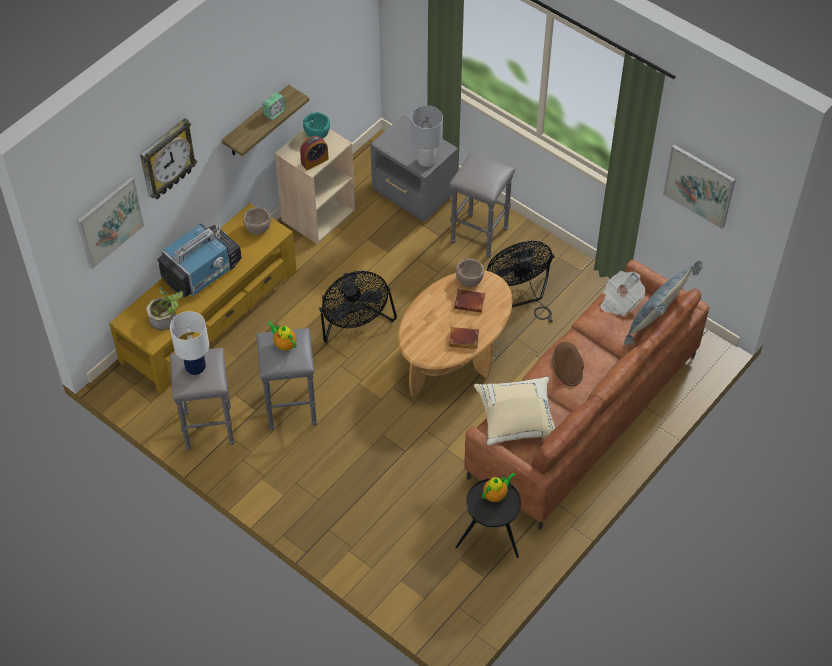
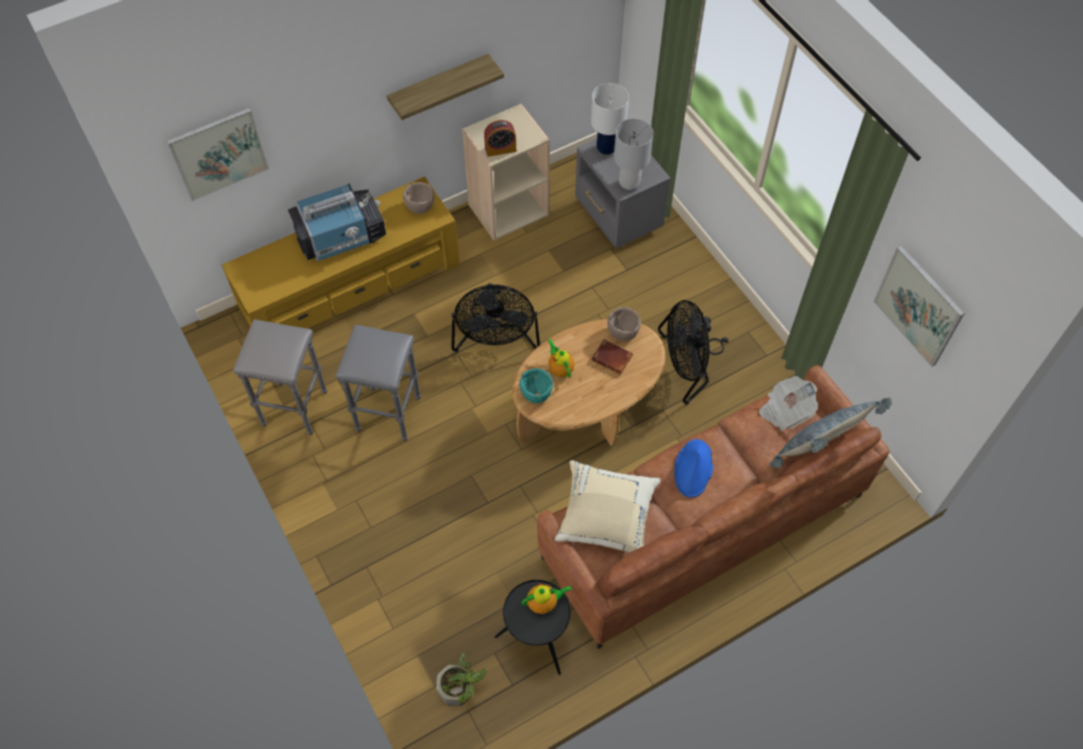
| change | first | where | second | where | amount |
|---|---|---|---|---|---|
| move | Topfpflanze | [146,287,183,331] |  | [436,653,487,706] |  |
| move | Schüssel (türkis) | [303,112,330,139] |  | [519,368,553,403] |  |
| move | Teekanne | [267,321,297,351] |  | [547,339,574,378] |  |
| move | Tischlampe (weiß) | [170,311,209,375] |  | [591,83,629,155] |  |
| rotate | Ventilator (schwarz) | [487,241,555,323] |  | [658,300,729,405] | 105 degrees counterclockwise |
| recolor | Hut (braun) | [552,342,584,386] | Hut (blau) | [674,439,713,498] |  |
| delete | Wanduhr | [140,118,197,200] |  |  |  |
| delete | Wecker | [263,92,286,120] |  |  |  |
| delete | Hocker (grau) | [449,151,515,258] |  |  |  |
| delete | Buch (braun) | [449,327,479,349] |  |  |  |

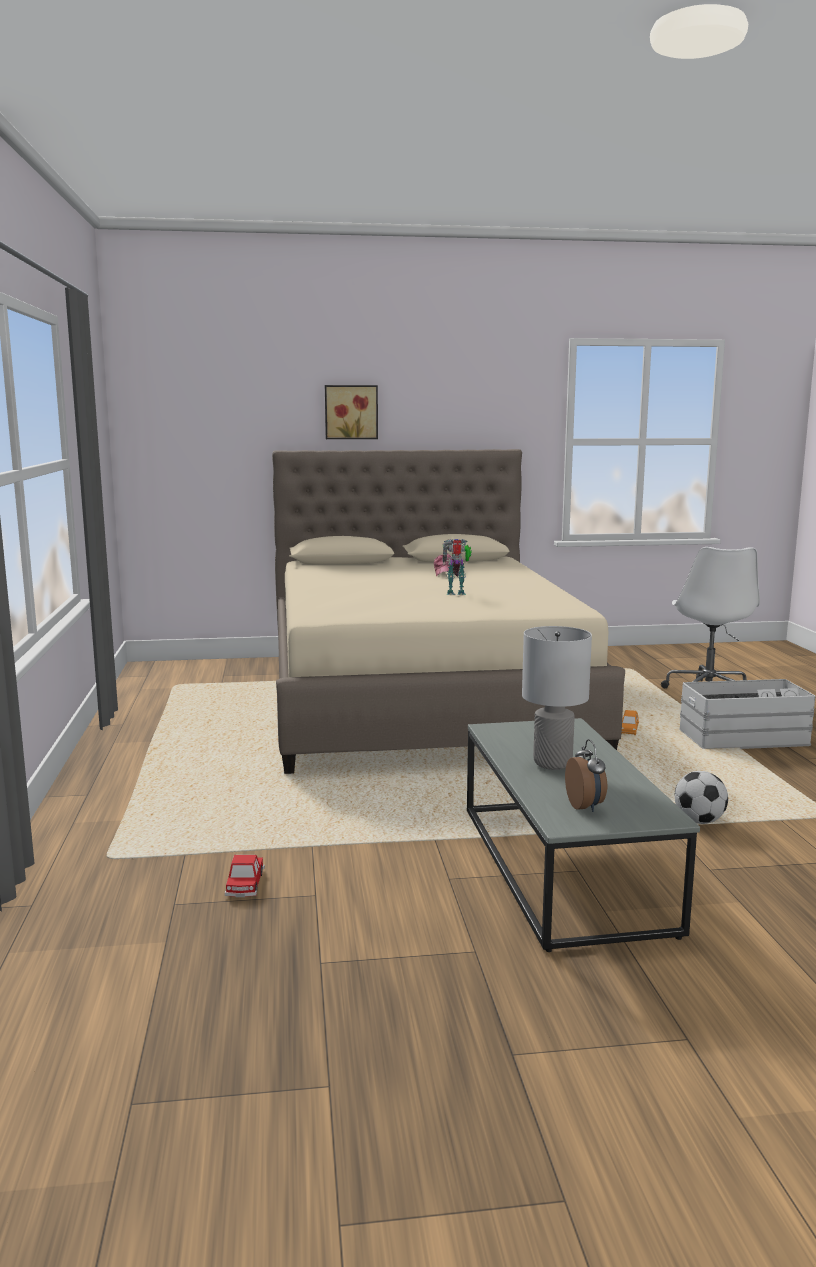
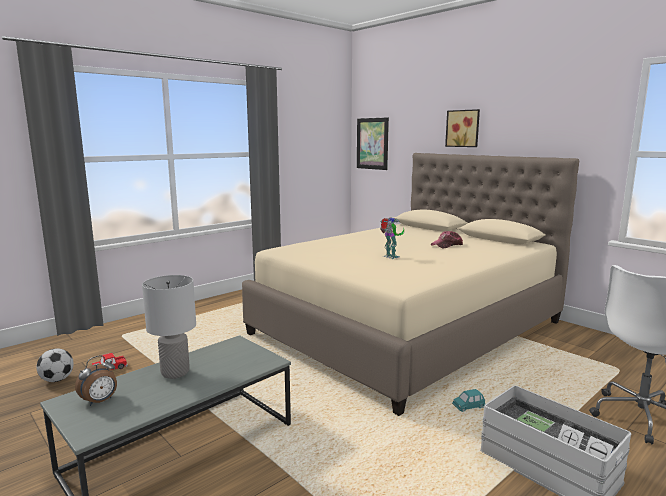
| change | first | where | second | where | amount |
|---|---|---|---|---|---|
| move | Fußball | [674,771,728,824] |  | [37,348,73,382] |  |
| insert |  |  | Bild | [357,117,389,170] |  |
| recolor | Spielzeugauto (orange) | [621,710,639,735] | Spielzeugauto (türkis) | [452,389,485,412] |  |

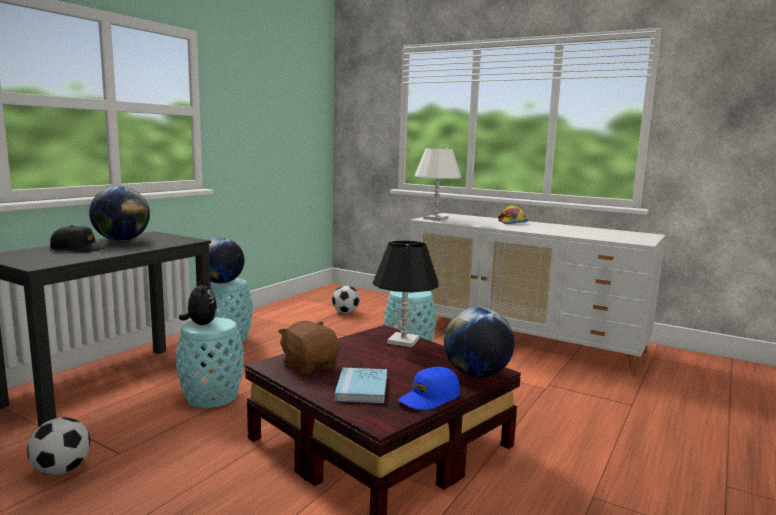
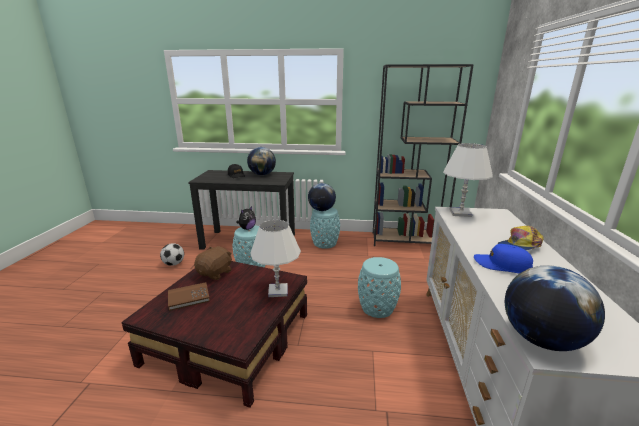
| change | first | where | second | where | amount |
|---|---|---|---|---|---|
| recolor | Buch (blau) | [335,368,387,403] | Buch (braun) | [168,282,210,311] |  |
| recolor | Tischlampe (schwarz) | [373,241,438,347] | Tischlampe (weiß) | [250,220,301,297] |  |
| insert |  |  | Bücherregal | [373,64,474,246] |  |
| move | Kappe (blau) | [398,367,460,410] |  | [474,244,533,274] |  |
| move | Globus | [444,307,514,378] |  | [505,265,605,351] |  |
| delete | Fußball | [332,286,360,313] |  |  |  |

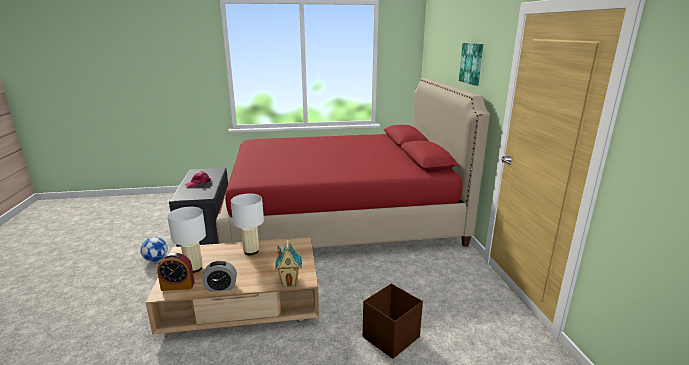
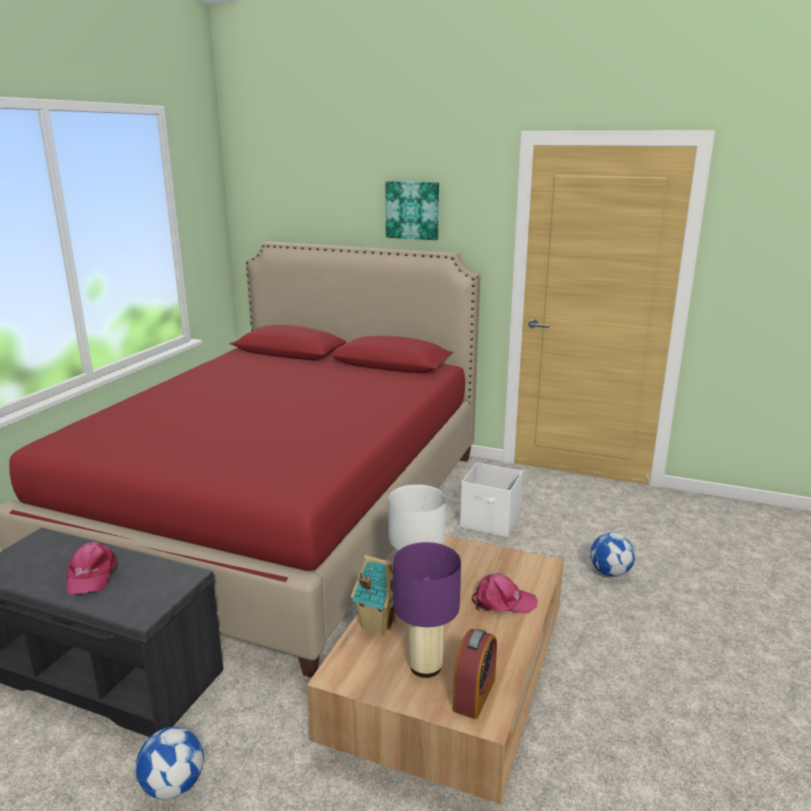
| change | first | where | second | where | amount |
|---|---|---|---|---|---|
| move | Spielzeughaus | [275,240,302,287] |  | [351,555,396,635] |  |
| recolor | Tischlampe (weiß) | [167,207,206,273] | Tischlampe (lila) | [393,542,461,678] |  |
| insert |  |  | Aufbewahrungsbox (weiß) | [460,463,523,538] |  |
| insert |  |  | Kappe (rosa) | [472,573,538,613] |  |
| replace | Aufbewahrungsbox (braun) | [363,283,423,359] | Fußball | [590,533,635,577] |  |
| delete | Wecker | [202,261,237,292] |  |  |  |

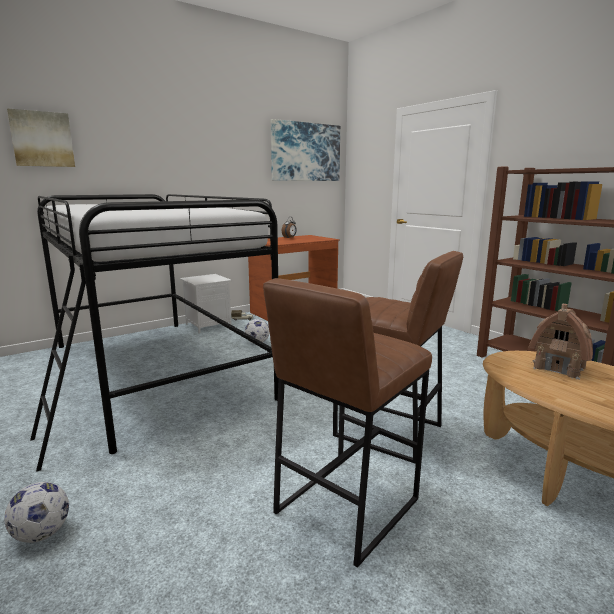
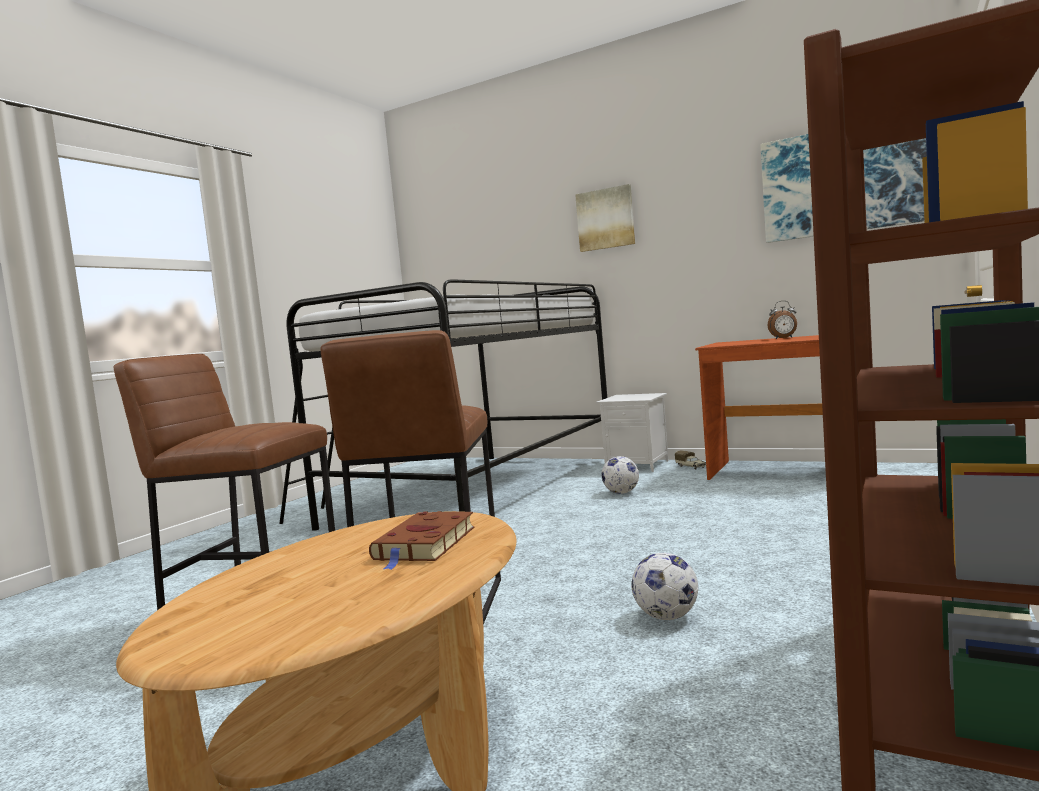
| change | first | where | second | where | amount |
|---|---|---|---|---|---|
| replace | Spielzeughaus | [528,304,593,380] | Buch (braun) | [369,511,475,570] |  |
| move | Bild | [7,108,75,167] |  | [575,184,635,252] |  |
| move | Fußball | [4,482,69,543] |  | [631,553,698,620] |  |

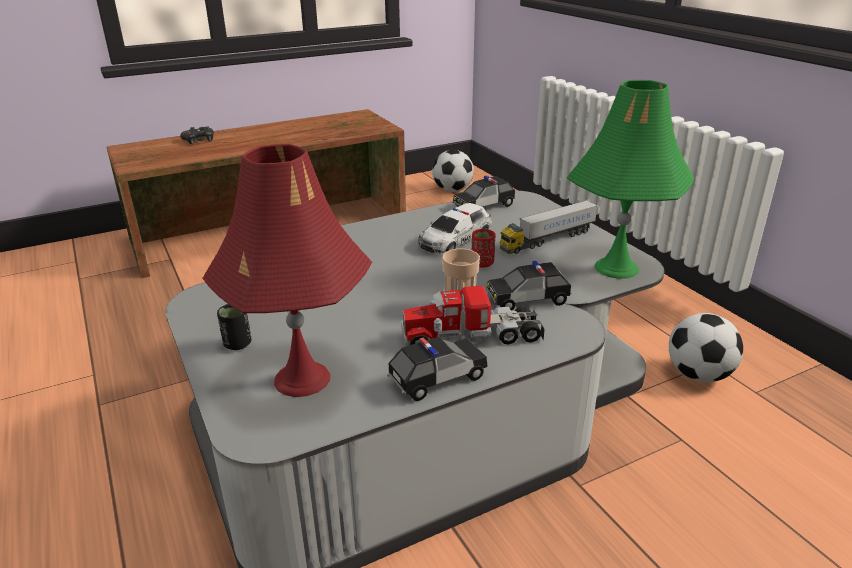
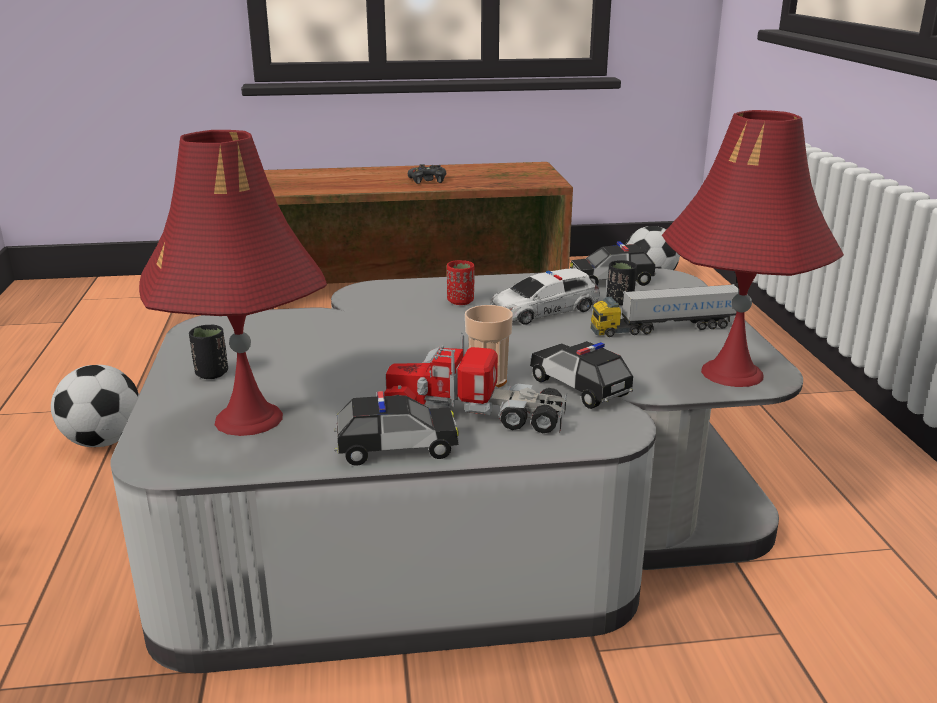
| change | first | where | second | where | amount |
|---|---|---|---|---|---|
| move | Fußball | [669,313,743,383] |  | [51,365,139,447] |  |
| move | Gamepad (schwarz) | [180,126,214,144] |  | [408,164,446,184] |  |
| move | Tasse (rot) | [472,229,496,268] |  | [447,260,474,305] |  |
| rotate | Spielzeugauto | [486,261,572,310] |  | [530,341,633,409] | 45 degrees clockwise |
| insert |  |  | Tasse (schwarz) | [607,260,637,305] |  |
| recolor | Tischlampe (grün) | [567,80,694,279] | Tischlampe (rot) | [662,110,844,387] |  |

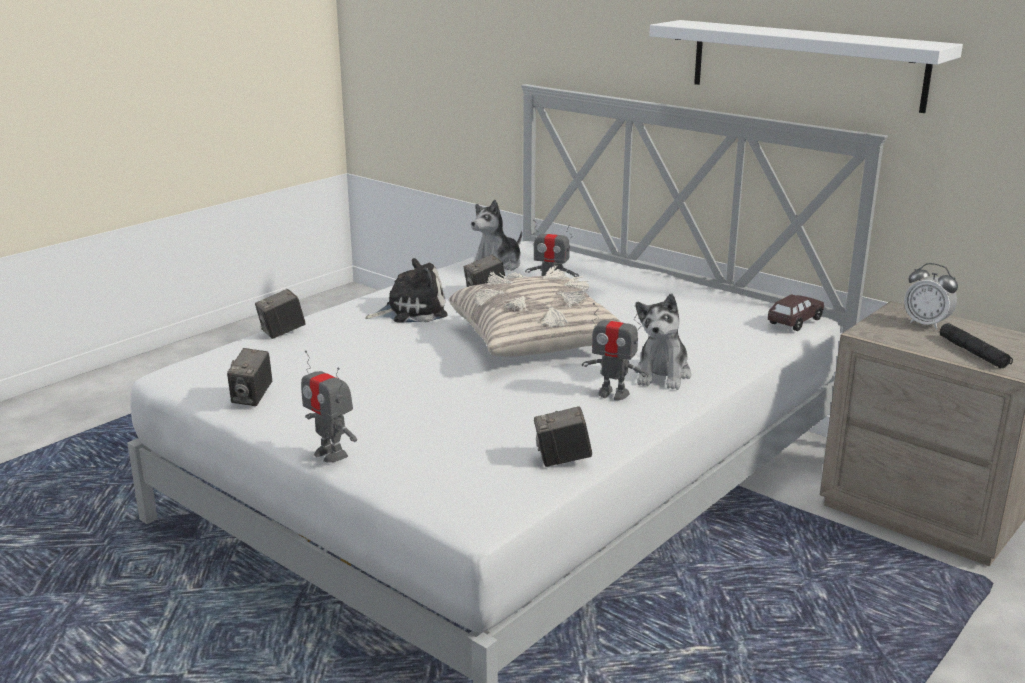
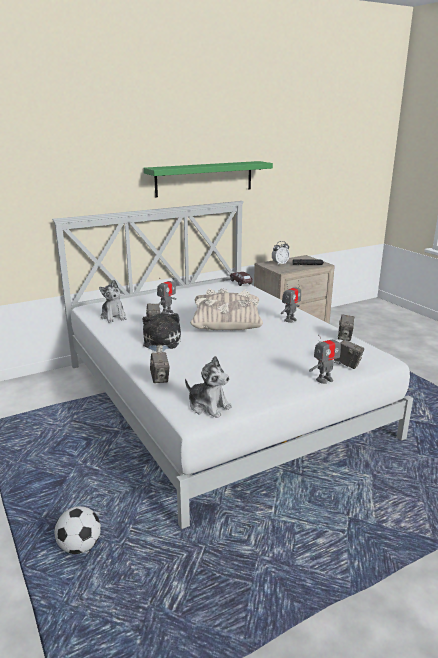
| change | first | where | second | where | amount |
|---|---|---|---|---|---|
| insert |  |  | Fußball | [55,506,101,554] |  |
| recolor | Wandregal (weiß) | [649,20,963,113] | Wandregal (grün) | [144,161,273,197] |  |
| move | Plüschtier | [634,293,692,390] |  | [185,356,232,418] |  |
| move | Kamera | [227,348,272,406] |  | [334,340,364,369] |  |

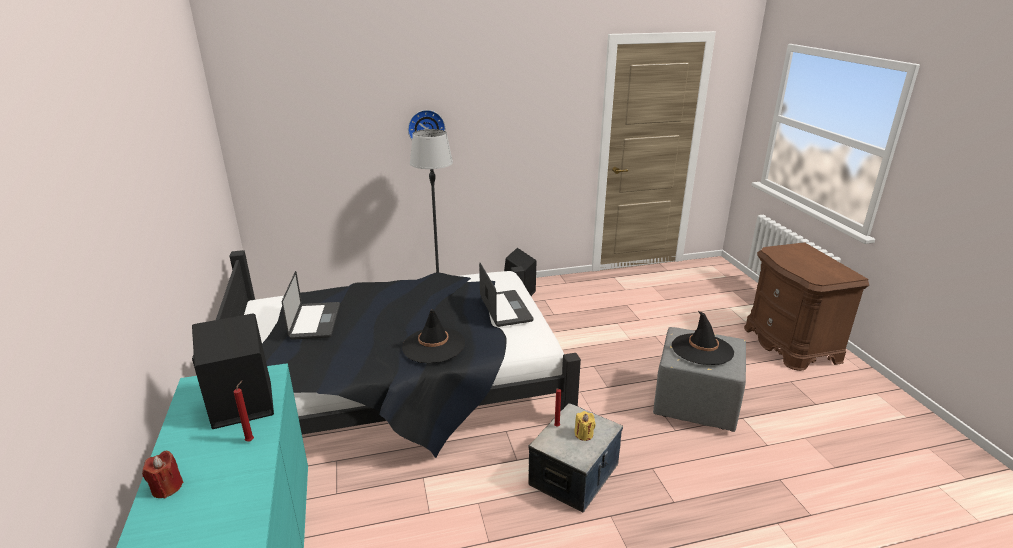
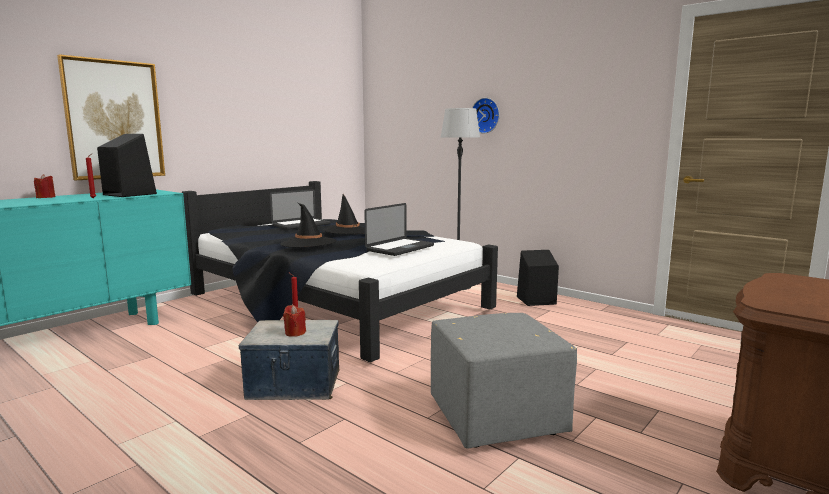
| change | first | where | second | where | amount |
|---|---|---|---|---|---|
| insert |  |  | Bild | [57,54,165,180] |  |
| recolor | Kerze (gelb) | [574,411,596,441] | Kerze (rot) | [283,305,306,337] |  |
| move | Hut (schwarz) | [672,310,734,365] |  | [323,194,365,234] |  |

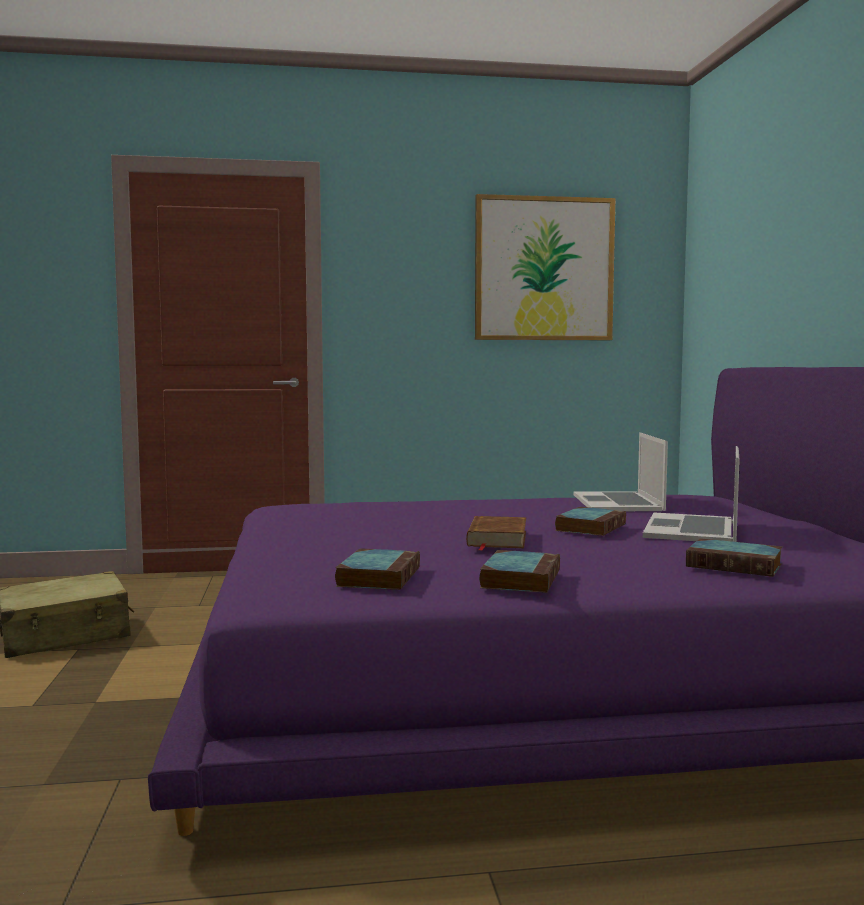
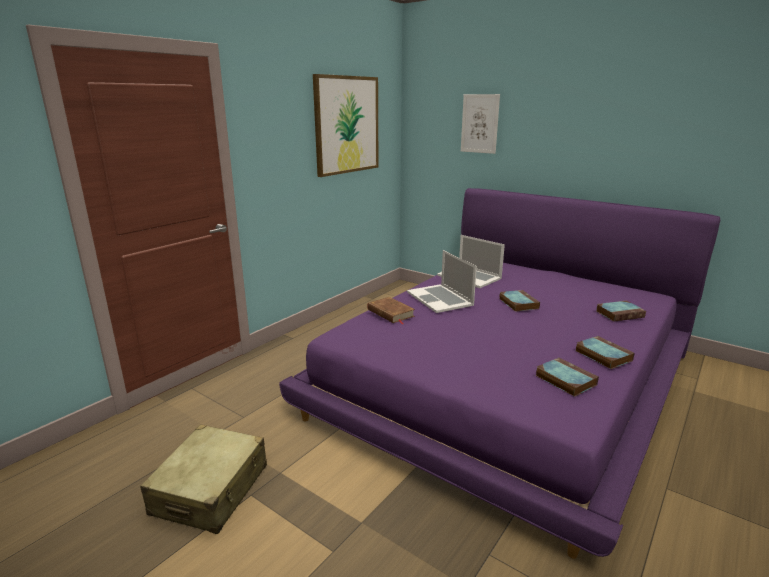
| change | first | where | second | where | amount |
|---|---|---|---|---|---|
| move | Buch (braun) | [466,516,526,551] |  | [368,297,415,325] |  |
| move | Laptop | [643,446,740,542] |  | [407,250,477,313] |  |
| insert |  |  | Bild | [461,94,500,154] |  |

